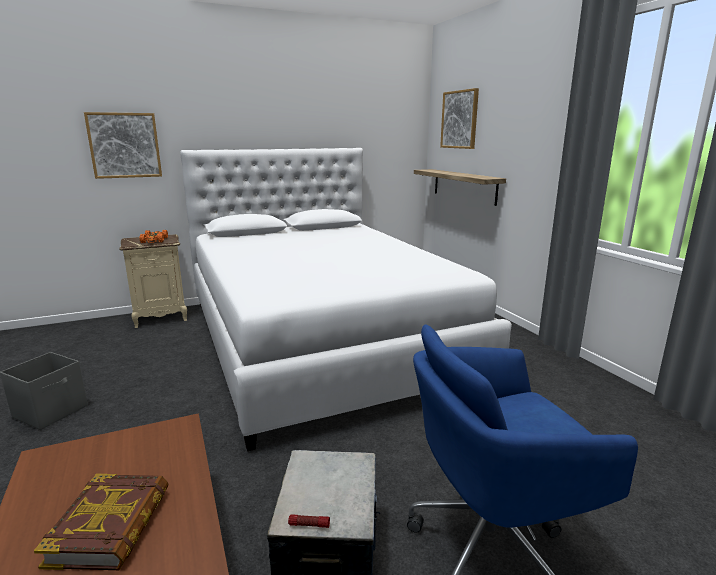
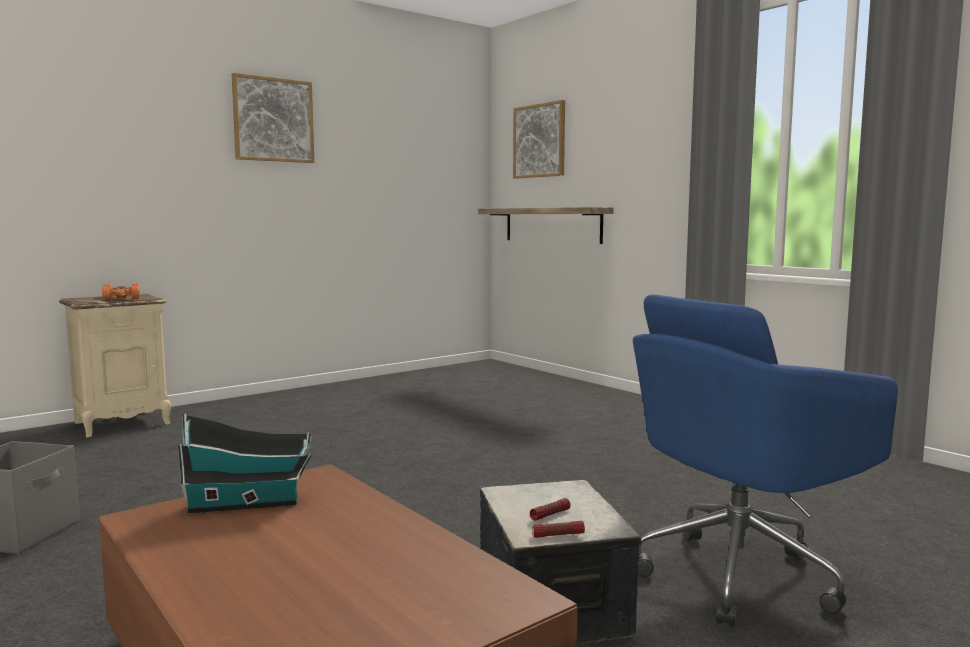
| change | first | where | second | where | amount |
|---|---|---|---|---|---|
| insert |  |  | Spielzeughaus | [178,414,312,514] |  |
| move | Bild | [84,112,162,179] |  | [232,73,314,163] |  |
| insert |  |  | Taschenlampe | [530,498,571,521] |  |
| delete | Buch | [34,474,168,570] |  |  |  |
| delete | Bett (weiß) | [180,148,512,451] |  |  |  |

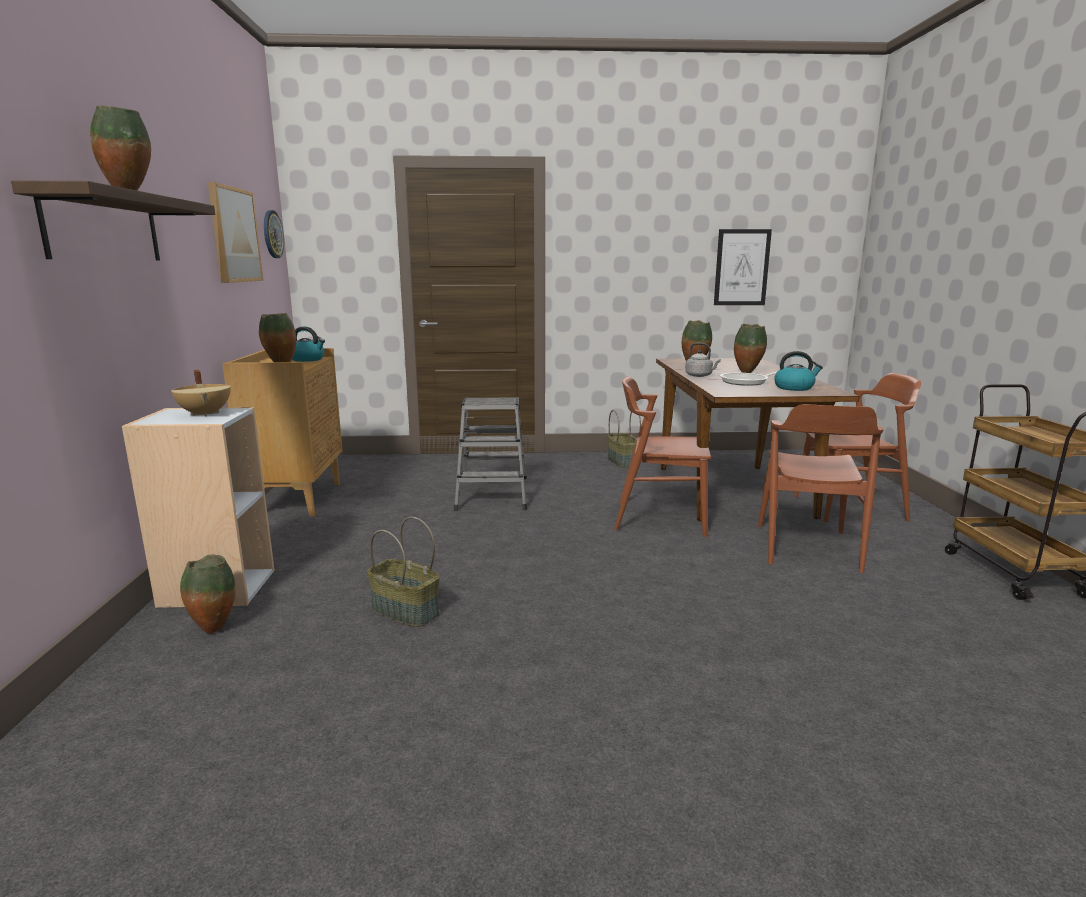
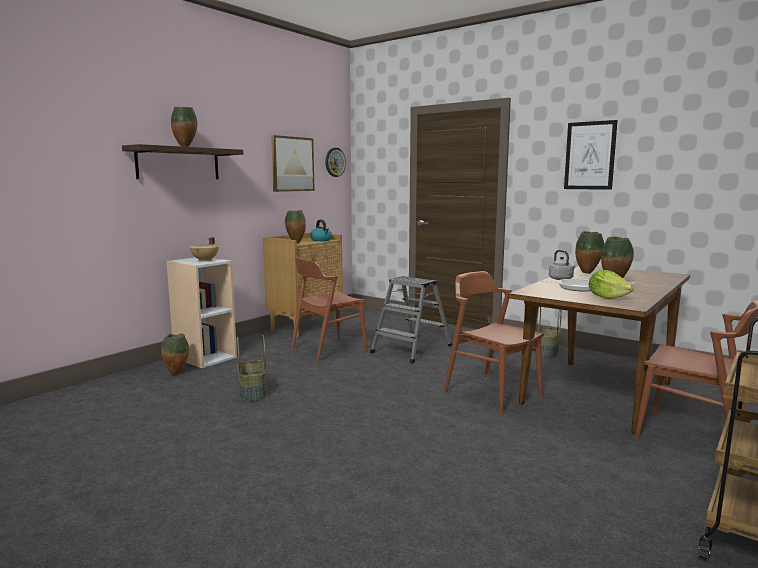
| change | first | where | second | where | amount |
|---|---|---|---|---|---|
| move | Stuhl (braun) | [758,404,884,573] |  | [291,257,367,362] |  |
| move | Bild | [714,229,772,305] |  | [564,120,618,190] |  |
| replace | Wasserkessel | [774,351,823,391] | Salatkopf | [589,270,633,299] |  |

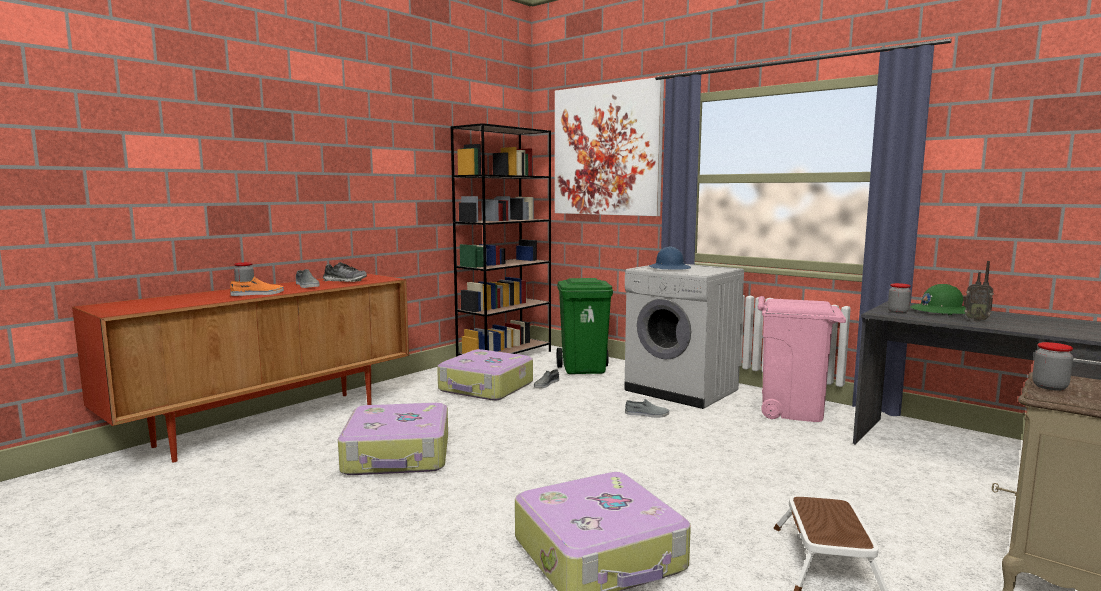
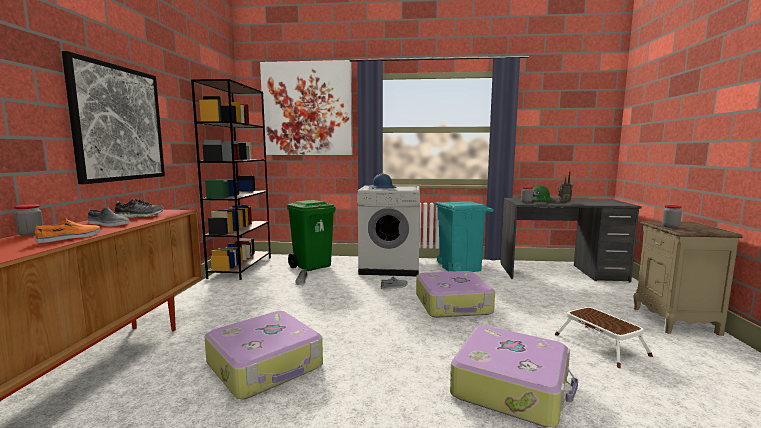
| change | first | where | second | where | amount |
|---|---|---|---|---|---|
| insert |  |  | Bild | [62,51,165,184] |  |
| move | Koffer | [437,349,533,401] |  | [416,271,495,318] |  |
| recolor | Mülleimer (rosa) | [757,296,846,422] | Mülleimer (türkis) | [435,201,494,272] |  |

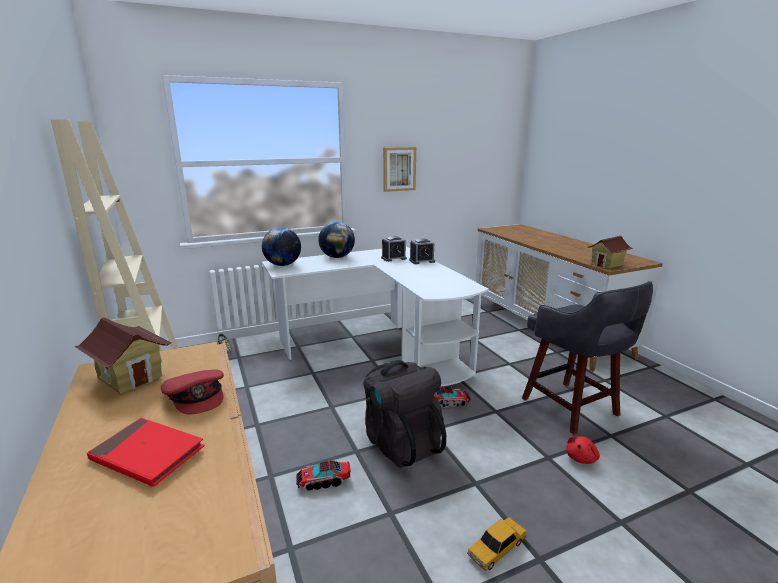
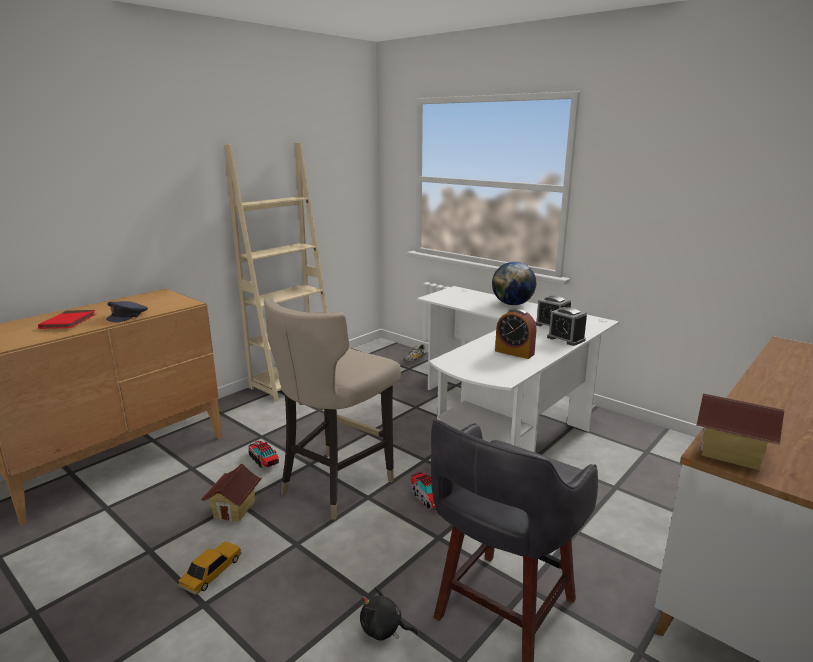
| change | first | where | second | where | amount |
|---|---|---|---|---|---|
| recolor | Kappe (rot) | [161,369,224,414] | Kappe (grau) | [106,301,148,322] |  |
| rotate | Spielzeugauto | [467,517,527,571] |  | [178,541,242,595] | 90 degrees clockwise |
| move | Spielzeughaus | [74,317,171,394] |  | [201,464,262,522] |  |
| replace | Rucksack (schwarz) | [363,360,446,468] | Hocker (beige) | [264,297,401,520] |  |
| recolor | Plüschtier (rot) | [566,436,600,464] | Plüschtier (schwarz) | [360,587,418,641] |  |
| insert |  |  | Wecker | [495,308,536,359] |  |
| delete | Globus | [262,227,301,266] |  |  |  |
| delete | Bild | [383,147,416,192] |  |  |  |

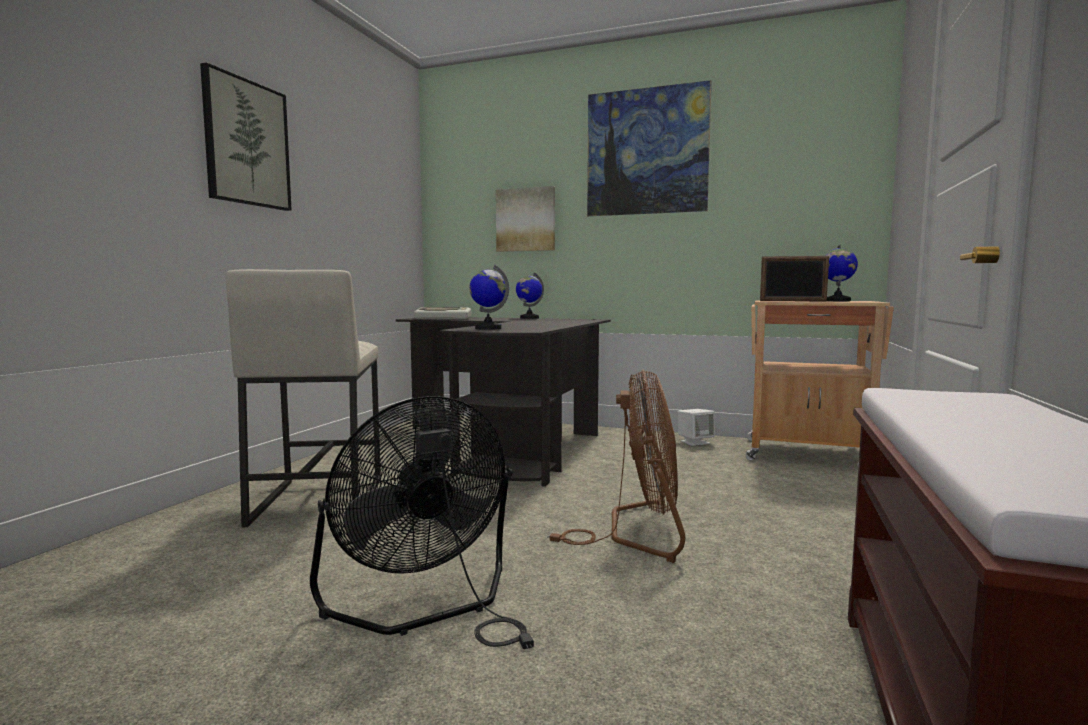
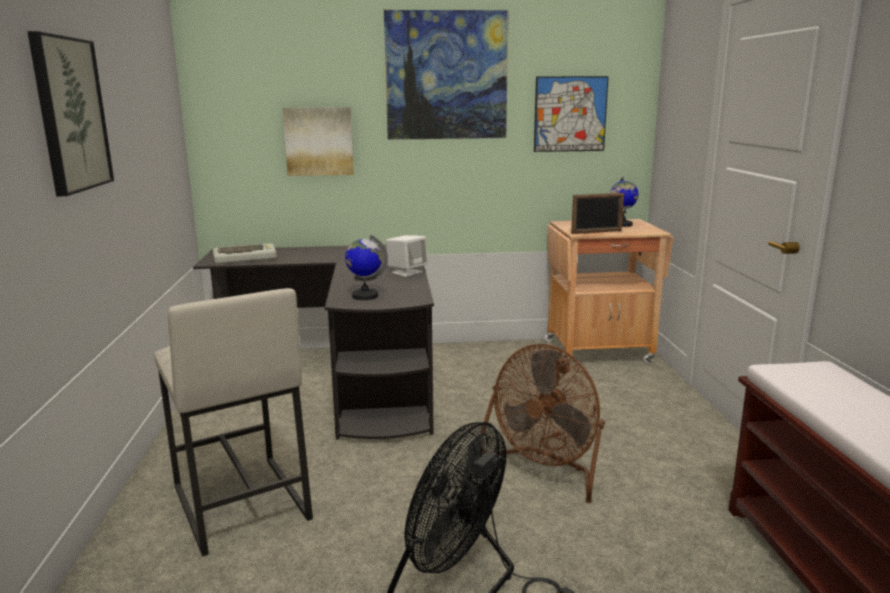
| change | first | where | second | where | amount |
|---|---|---|---|---|---|
| move | Lautsprecher (weiß) | [678,409,715,446] |  | [386,235,428,277] |  |
| rotate | Ventilator (braun) | [547,370,685,563] |  | [481,344,605,503] | 150 degrees clockwise |
| insert |  |  | Bild | [534,76,609,152] |  |
| delete | Globus | [516,272,544,319] |  |  |  |

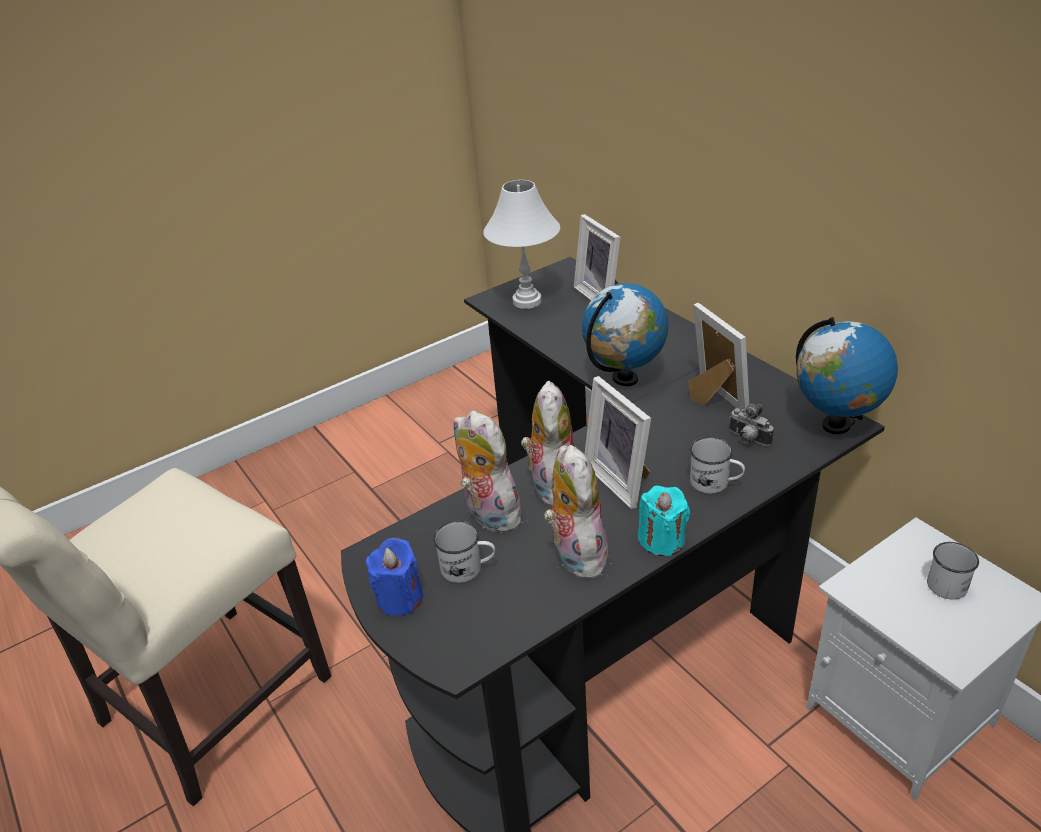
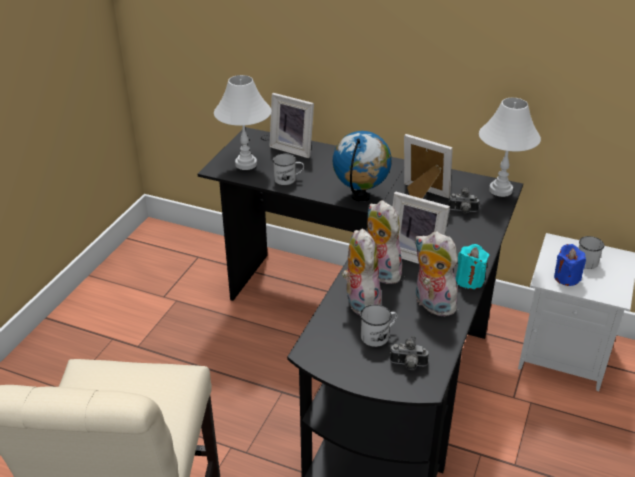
| change | first | where | second | where | amount |
|---|---|---|---|---|---|
| move | Henkelbecher (weiß) | [690,437,745,494] |  | [272,153,304,185] |  |
| rotate | Plüschtier | [453,410,521,533] |  | [342,229,381,315] | 60 degrees clockwise |
| insert |  |  | Kamera | [390,336,429,370] |  |
| replace | Globus | [796,317,898,434] | Tischlampe (weiß) | [479,98,541,197] |  |
| move | Kerze (blau) | [366,538,423,616] |  | [554,244,586,286] |  |

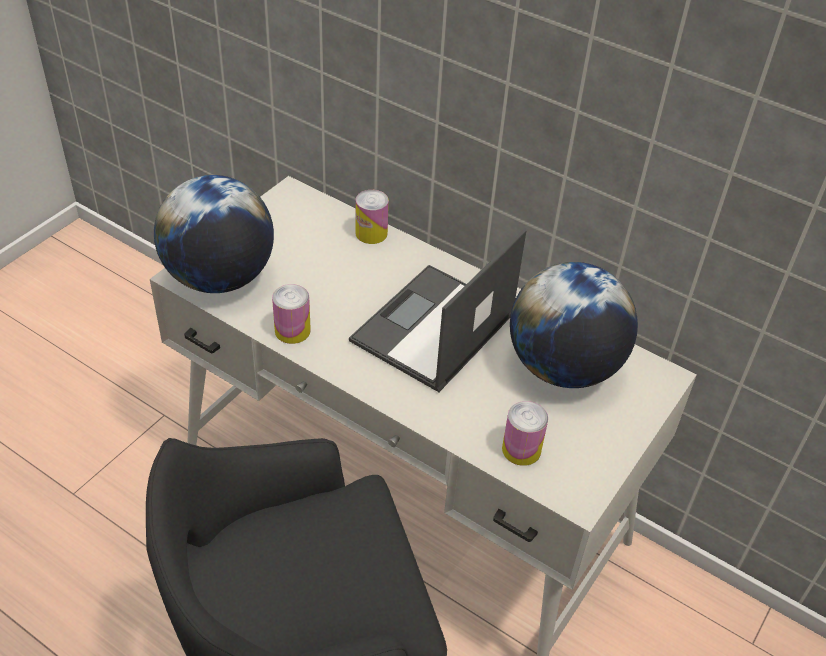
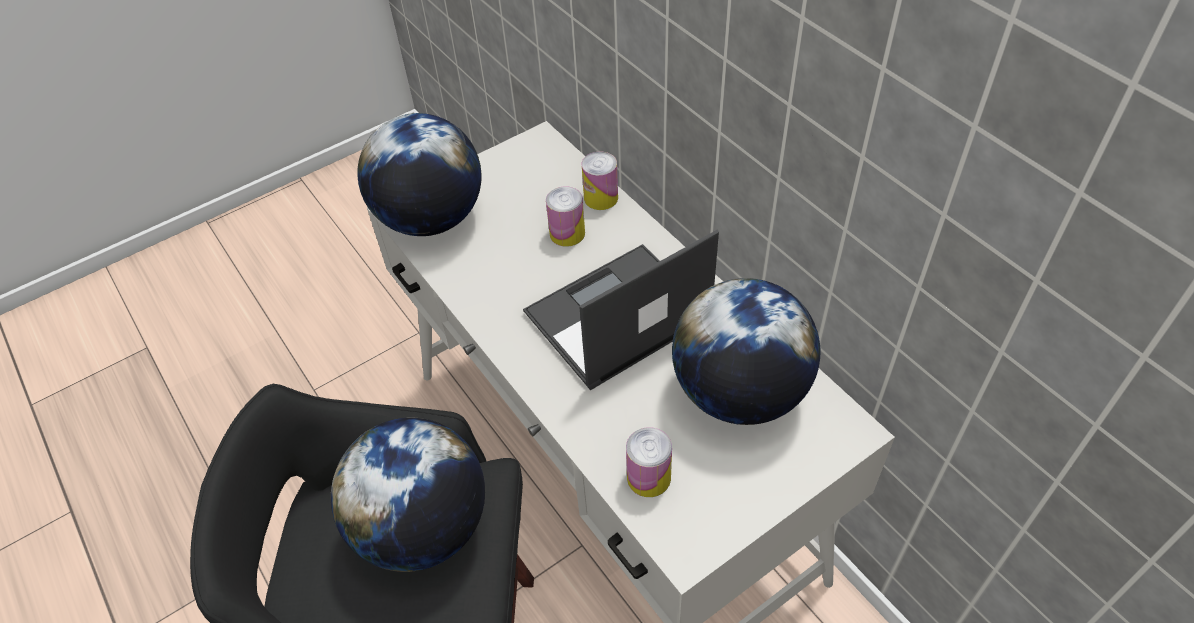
| change | first | where | second | where | amount |
|---|---|---|---|---|---|
| insert |  |  | Globus | [331,418,485,572] |  |
| move | Dose | [272,284,311,344] |  | [546,186,585,247] |  |

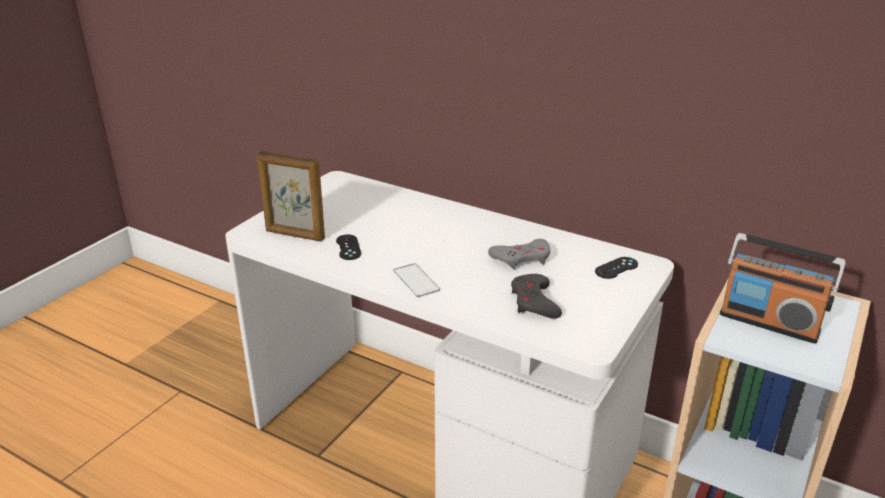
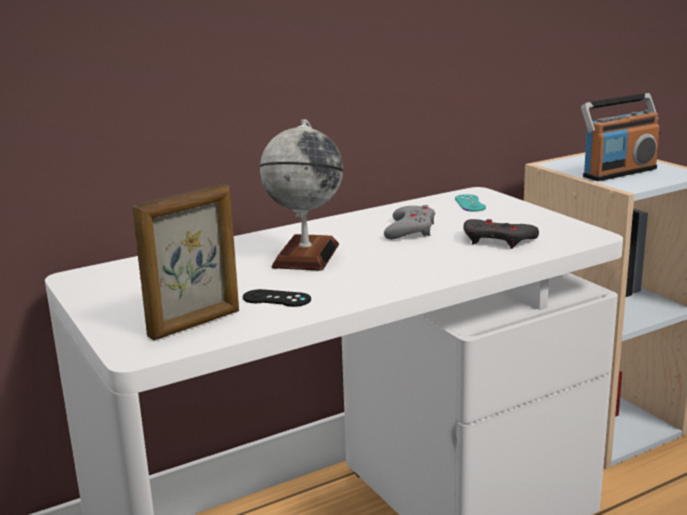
| change | first | where | second | where | amount |
|---|---|---|---|---|---|
| insert |  |  | Globus | [260,119,343,271] |  |
| recolor | Gamepad (schwarz) | [595,257,638,279] | Gamepad (türkis) | [455,194,486,212] |  |
| delete | Handy | [393,264,440,297] |  |  |  |

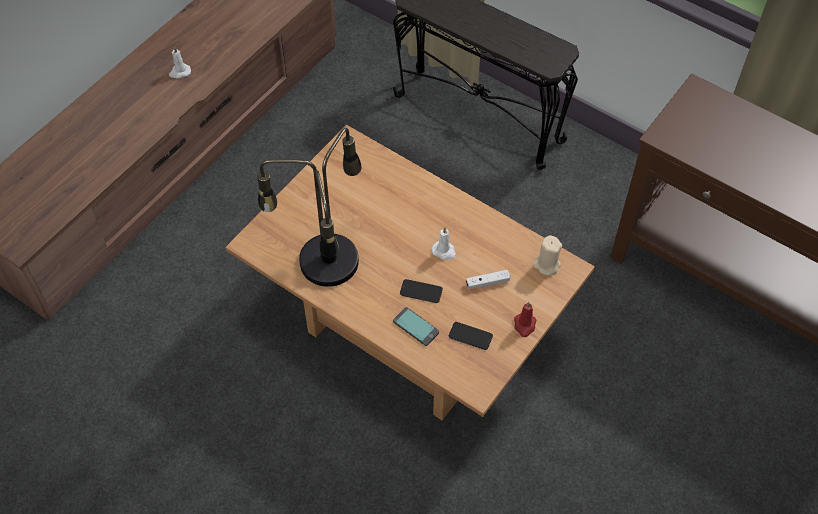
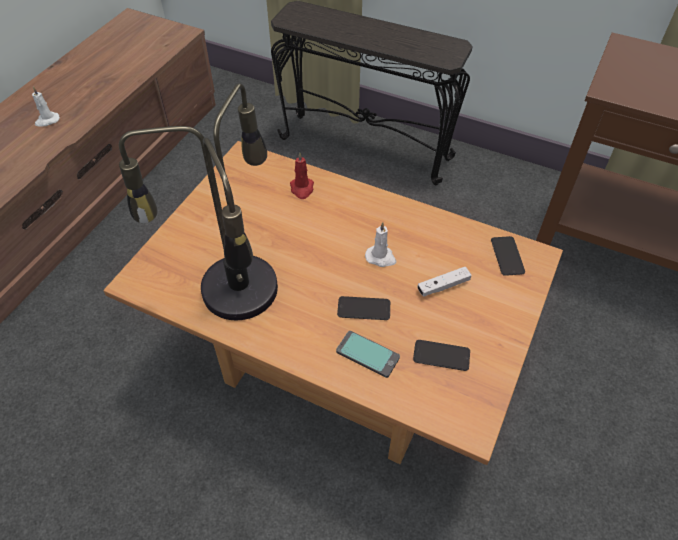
| change | first | where | second | where | amount |
|---|---|---|---|---|---|
| move | Kerze (rot) | [514,302,536,337] |  | [290,152,314,199] |  |
| replace | Kerze (beige) | [533,235,562,276] | Handy | [491,236,525,276] |  |

